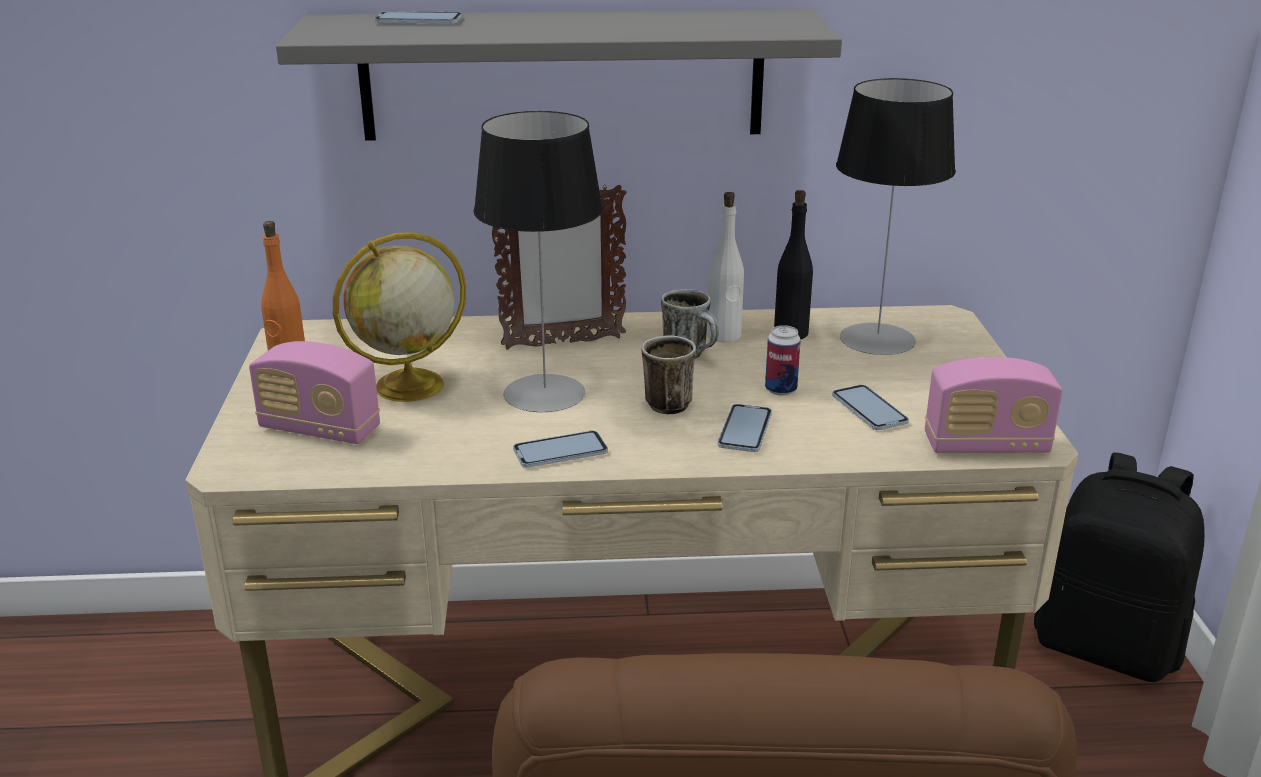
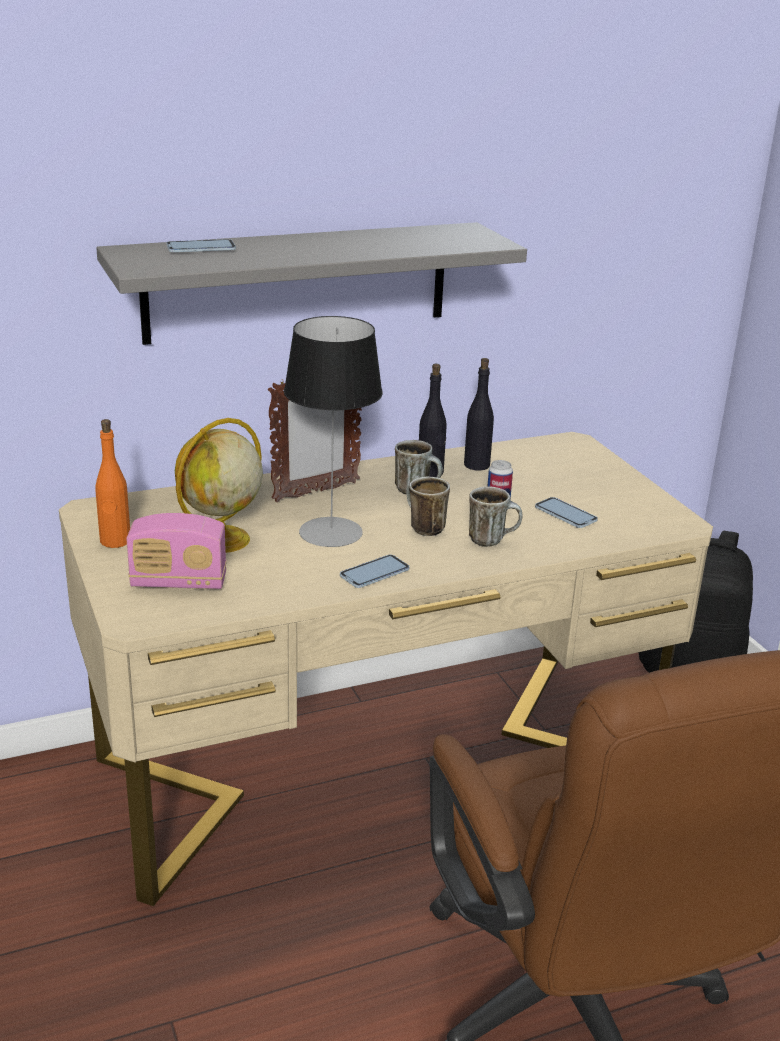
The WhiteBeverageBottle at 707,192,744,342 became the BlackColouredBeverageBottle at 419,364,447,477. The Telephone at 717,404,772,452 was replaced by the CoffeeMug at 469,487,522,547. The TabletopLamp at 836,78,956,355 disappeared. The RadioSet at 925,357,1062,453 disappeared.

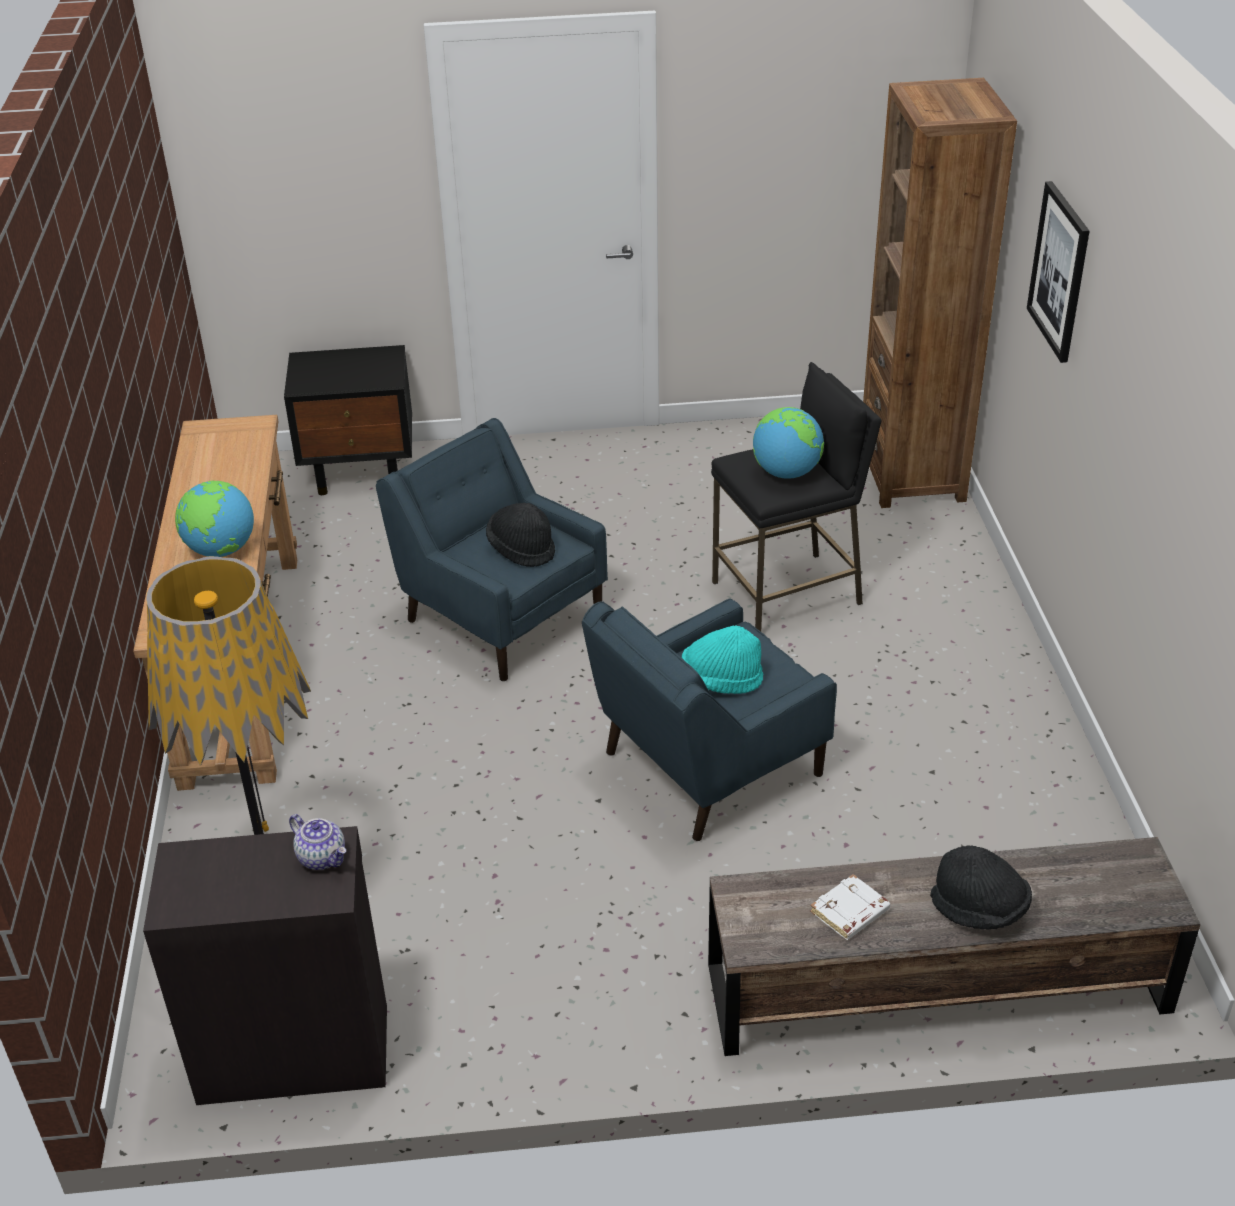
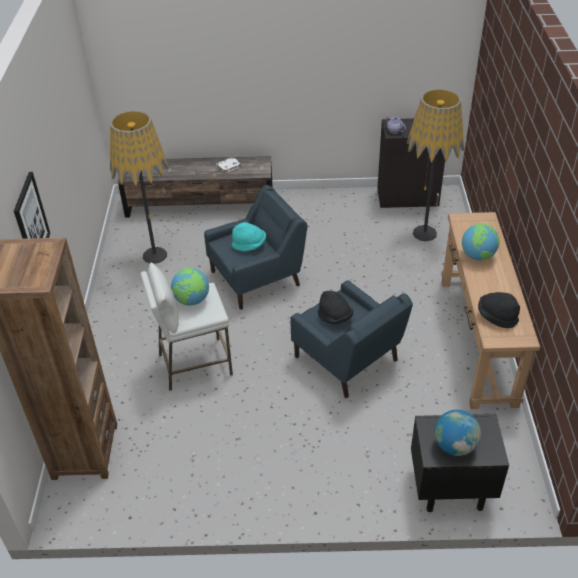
The FloorLamp at 110,111,169,264 appeared. The BlackColouredSittingStool at 711,362,881,631 became the WhiteSittingStool at 141,263,233,391. The WorldGlobe at 434,410,481,456 appeared. The BlackColouredClothingHat moved from 930,845,1032,930 to 478,292,520,328.

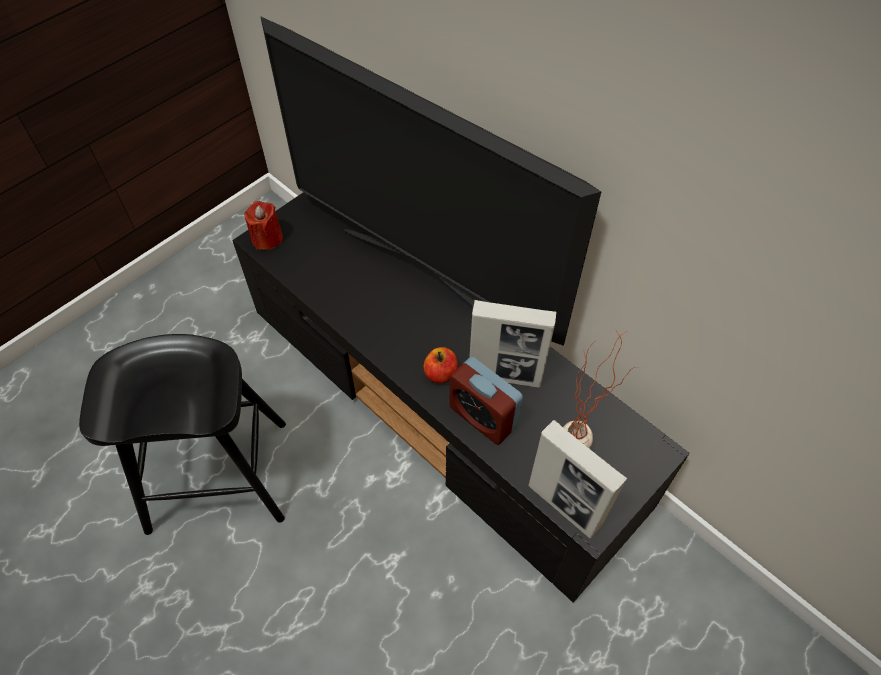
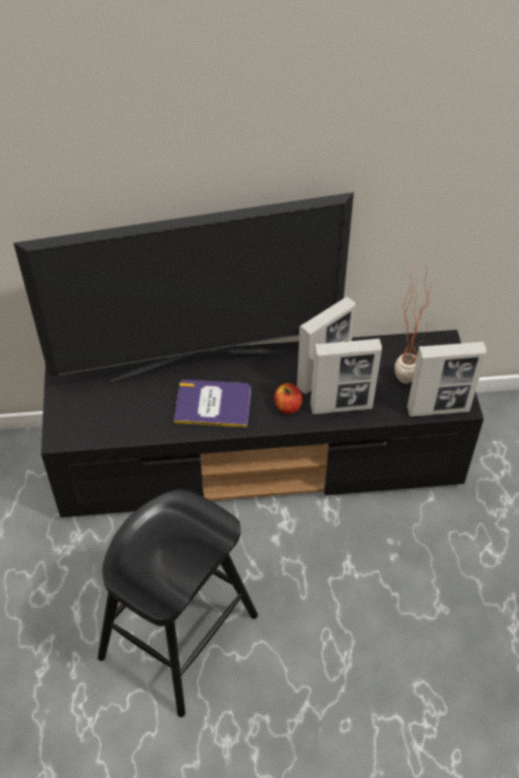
The Book at 174,380,251,428 appeared. The TableClock at 449,357,523,445 was replaced by the PhotoFrame at 310,339,382,414. The RedColouredWaxLight at 244,201,283,250 disappeared.

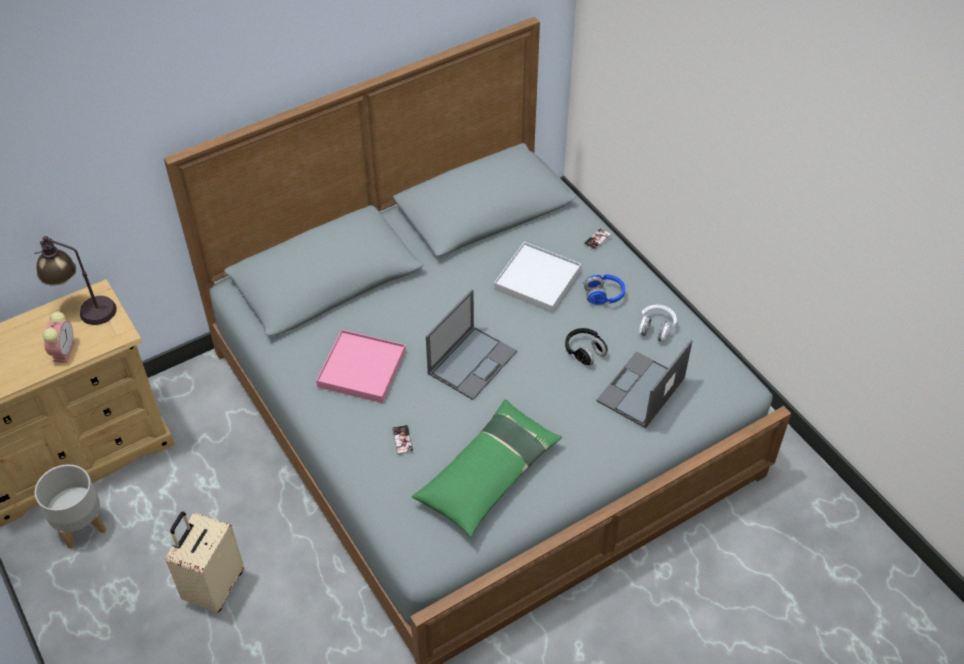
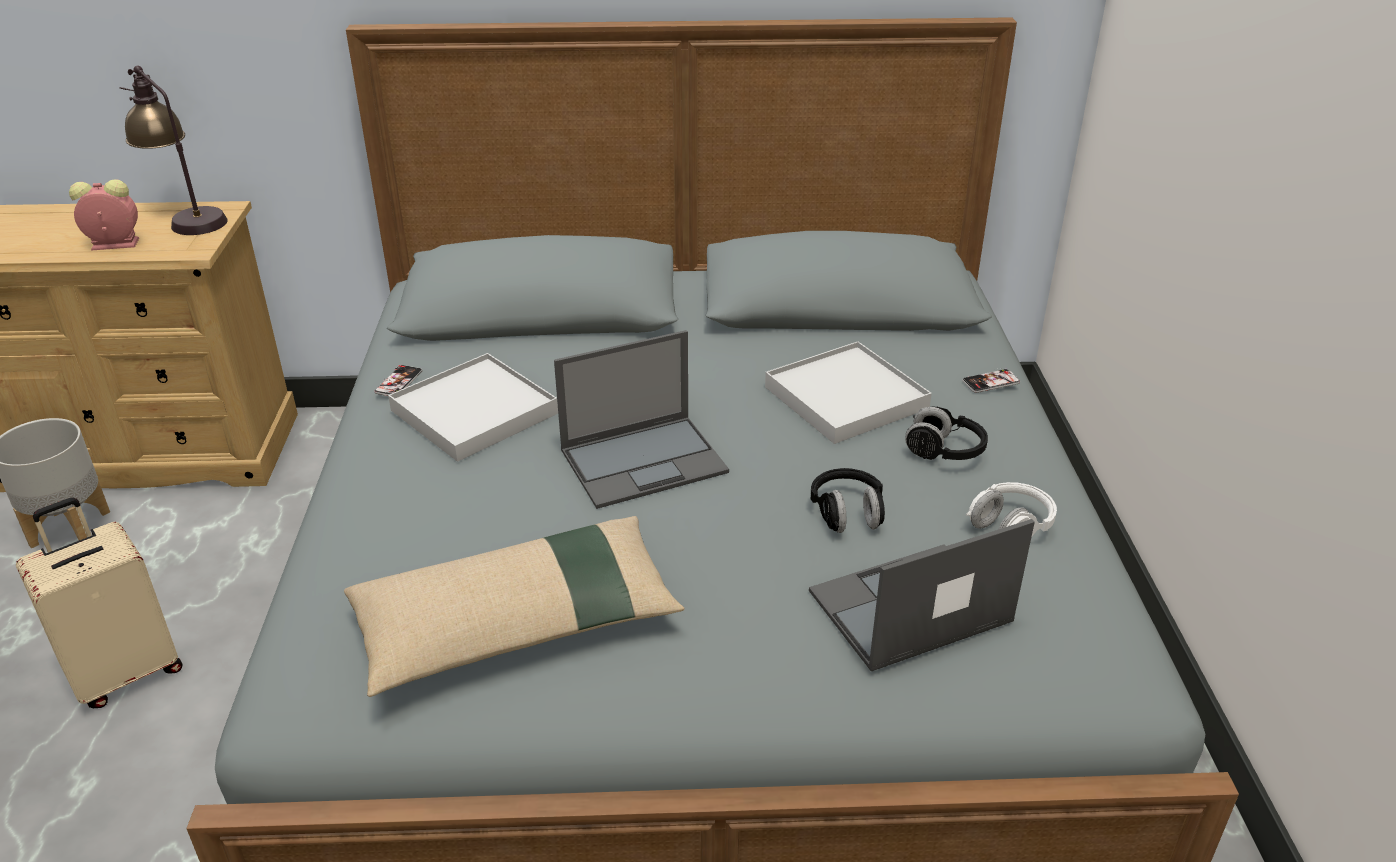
The TableClock at 43,311,75,363 turned 135 degrees counterclockwise. The GreenishPillow at 412,399,562,538 became the SandColouredPillow at 344,516,684,697. The Telephone moved from 392,425,414,455 to 374,365,423,396. The PinkColouredTray at 316,330,406,403 became the WhiteTray at 388,353,558,462. The BluePairOfHeadphones at 582,274,625,305 became the BlackColouredPairOfHeadphones at 905,406,988,460.

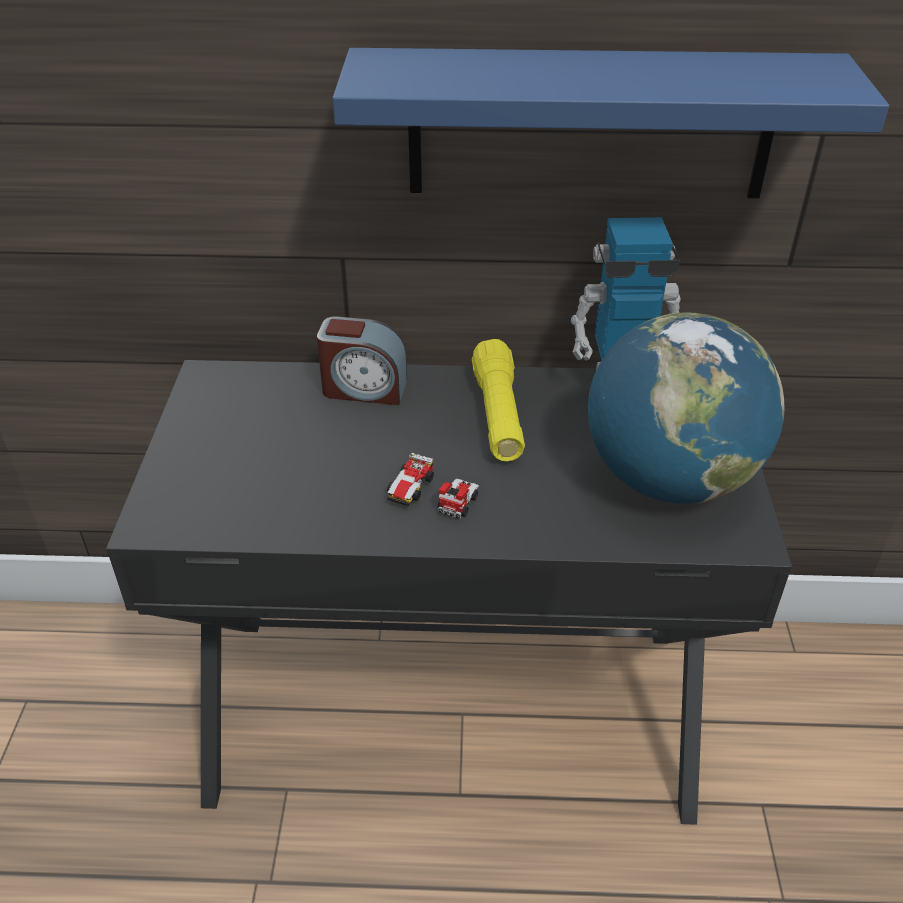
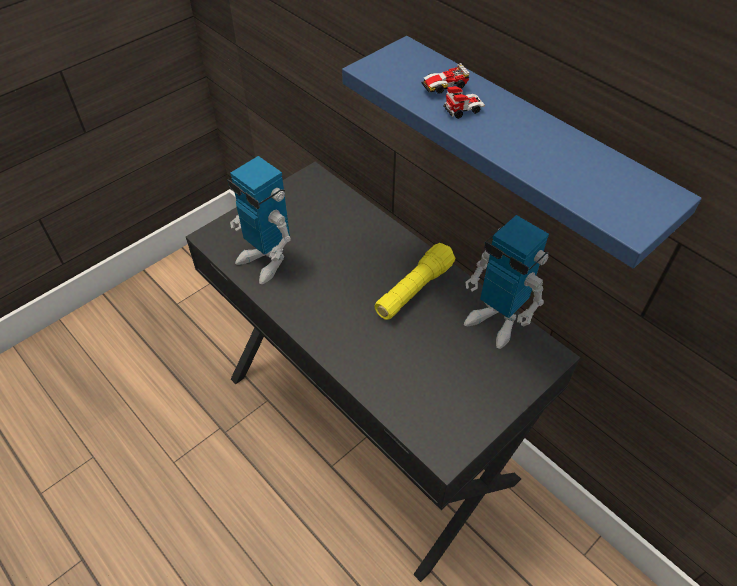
The RobotFigure at 227,156,291,284 appeared. The MiniatureCar moved from 387,453,479,519 to 422,63,485,119. The TableClock at 317,316,407,405 disappeared. The WorldGlobe at 588,312,784,504 disappeared.

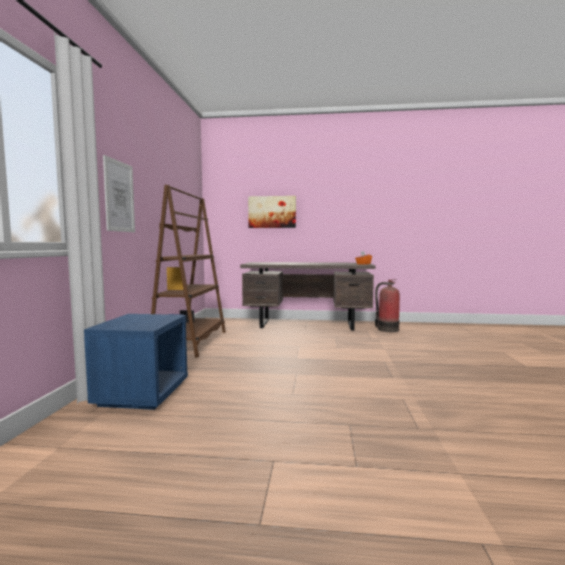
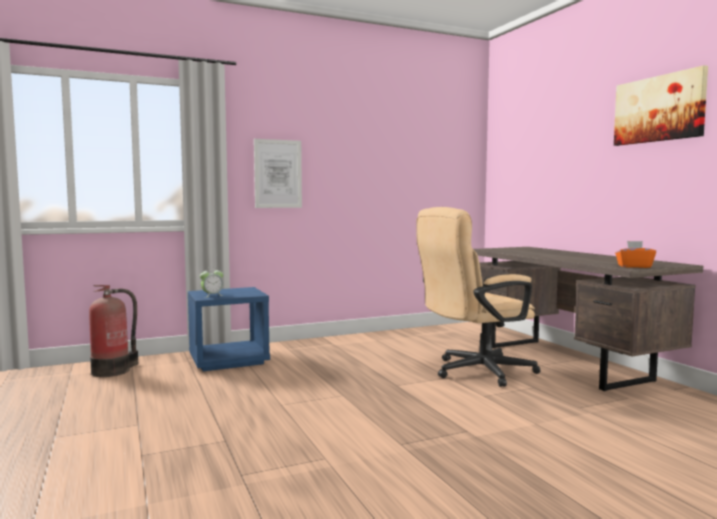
The Extinguisher moved from 375,279,400,332 to 89,285,138,377. The TableClock at 200,267,224,298 appeared. The SandColouredOfficeChair at 416,207,541,387 appeared. The WallPicture moved from 248,196,296,228 to 614,65,708,146. The BrownColouredShelvingUnit at 151,185,226,357 disappeared.

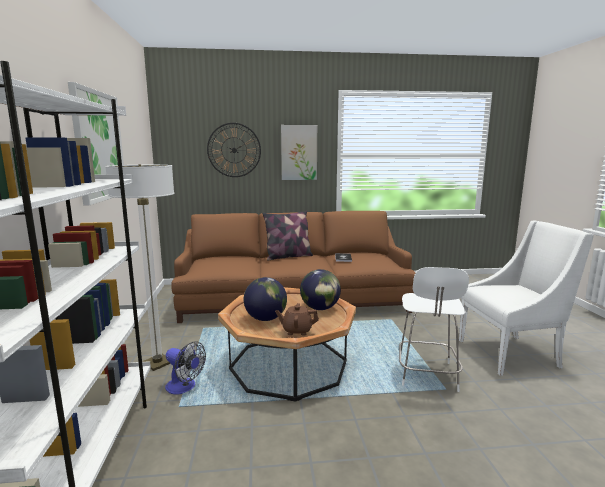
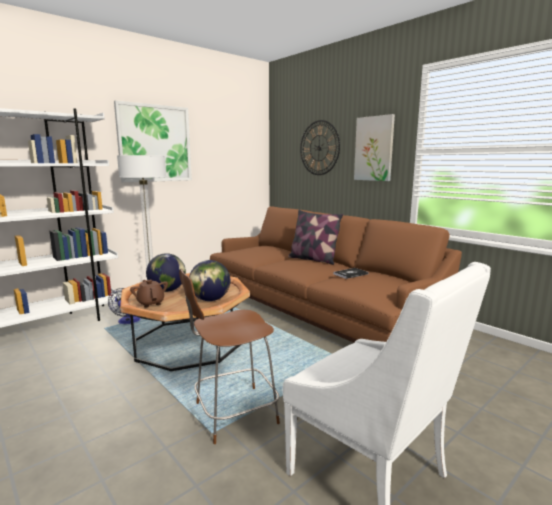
The WhiteSittingStool at 399,267,469,392 became the BrownColouredSittingStool at 179,269,280,444.

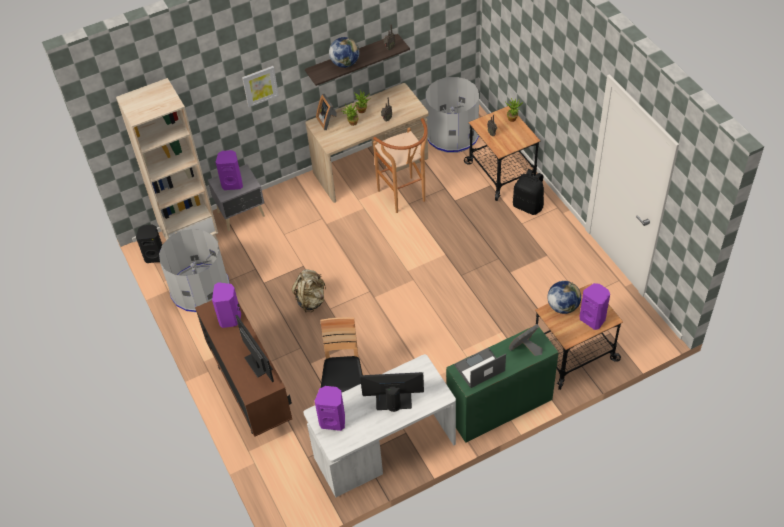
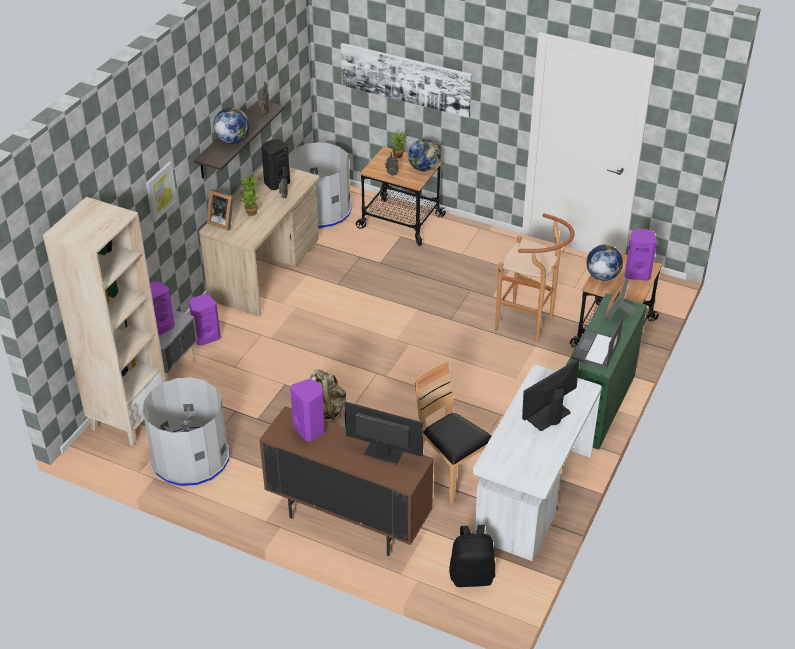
The PurpleColouredLoudspeaker moved from 315,386,345,431 to 189,295,221,346. The BlackColouredLoudspeaker moved from 136,225,162,263 to 261,139,290,190. The WallPicture at 341,43,472,118 appeared. The WorldGlobe at 408,139,441,171 appeared. The BlackColouredKnapsack moved from 513,169,544,215 to 449,525,495,587. The BrownColouredSittingStool moved from 373,118,428,213 to 495,213,575,342.

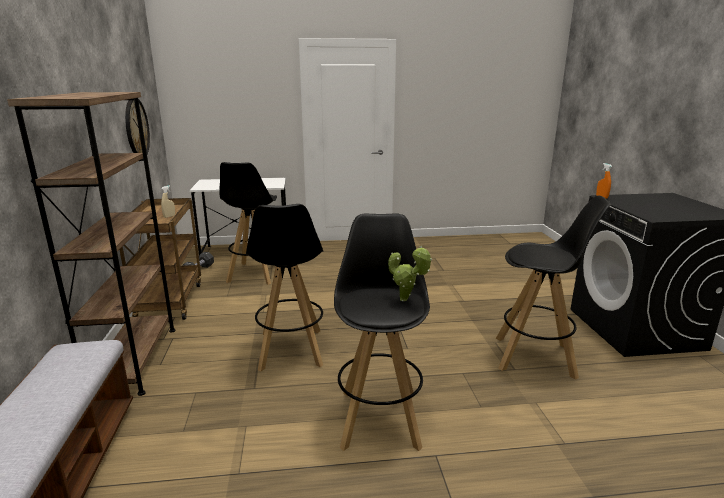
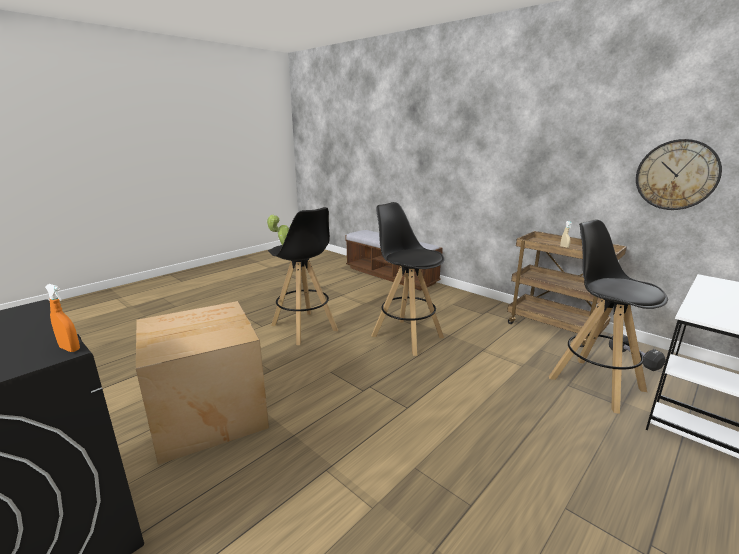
The BlackColouredSittingStool at 496,196,612,379 was replaced by the Carton at 136,301,269,465. The BrownColouredShelvingUnit at 7,92,176,396 disappeared.

